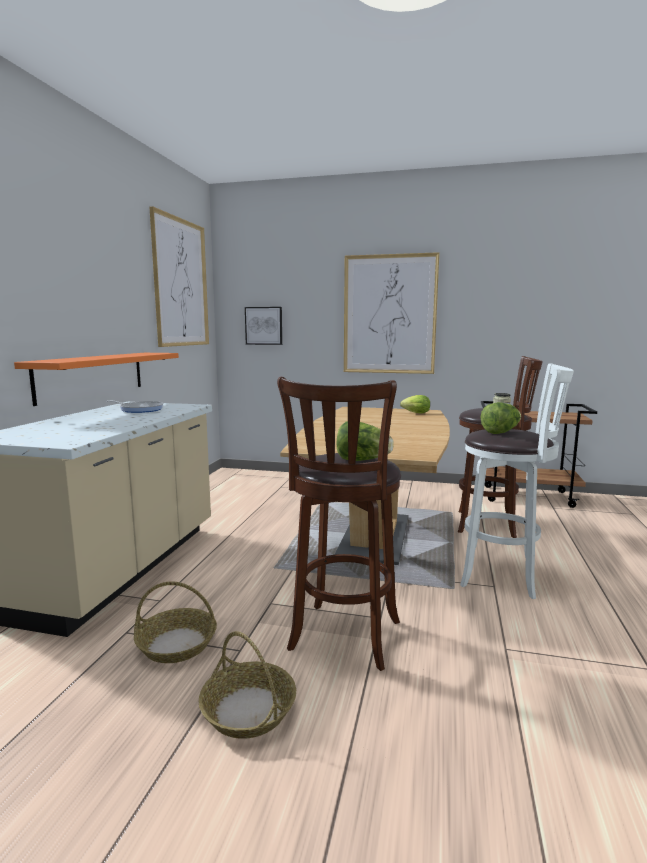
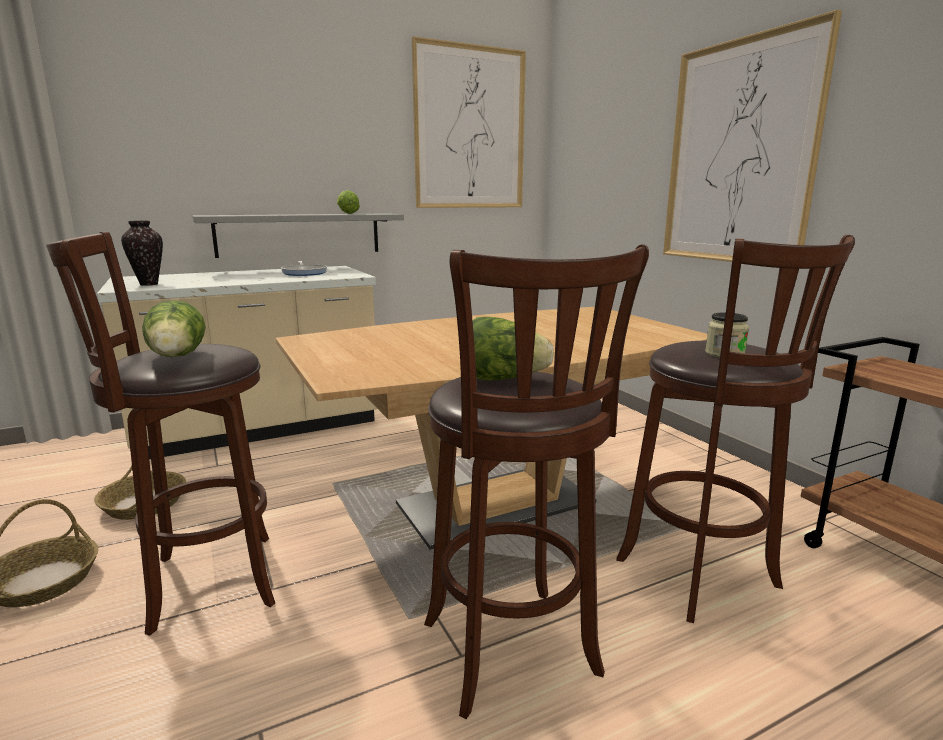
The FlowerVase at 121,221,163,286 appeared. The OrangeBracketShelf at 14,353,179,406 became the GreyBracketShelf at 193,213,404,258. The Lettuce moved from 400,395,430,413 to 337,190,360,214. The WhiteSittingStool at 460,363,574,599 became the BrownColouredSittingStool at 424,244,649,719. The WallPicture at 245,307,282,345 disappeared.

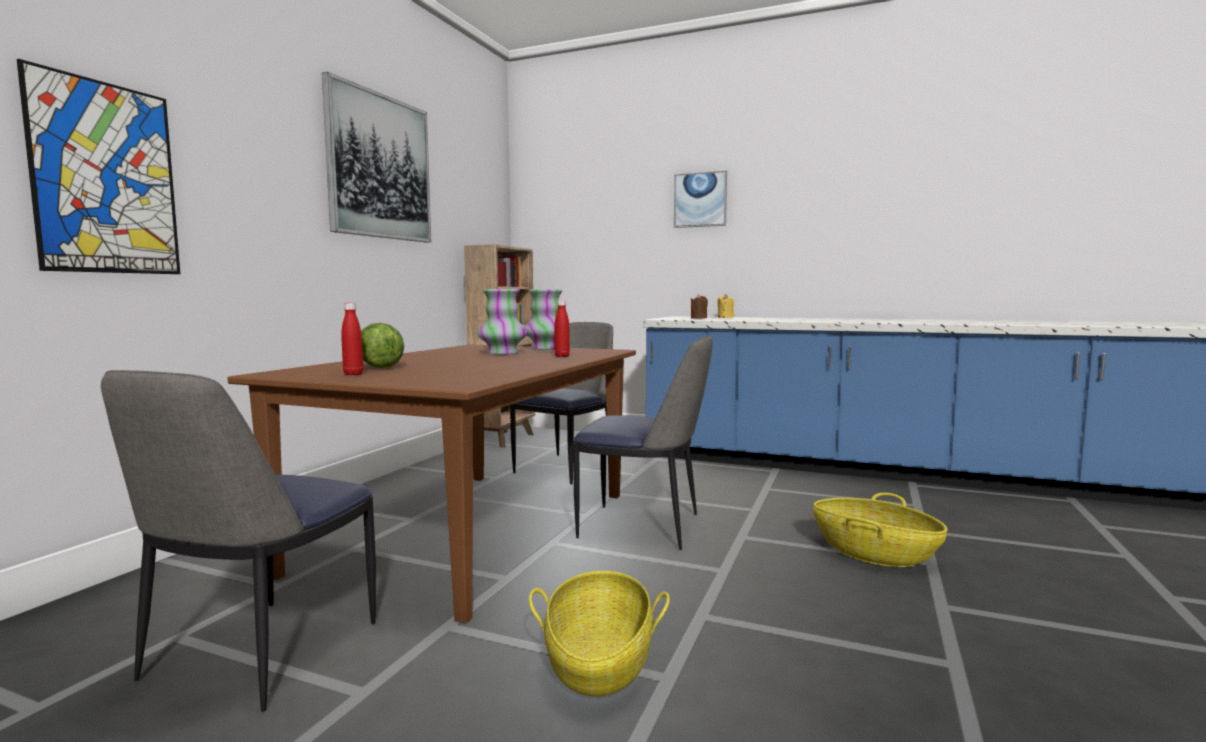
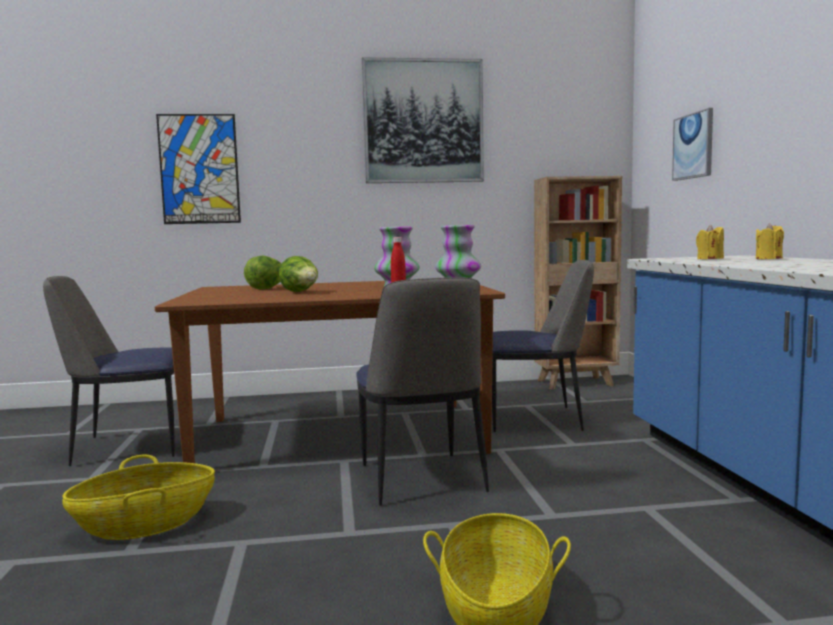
The Lettuce at 279,256,318,292 appeared. The WallPicture moved from 674,171,727,228 to 672,108,713,181. The BrownColouredWaxLight at 691,294,708,319 became the YellowColouredWaxLight at 696,225,724,259. The RedColouredBeverageBottle at 341,303,363,375 disappeared.

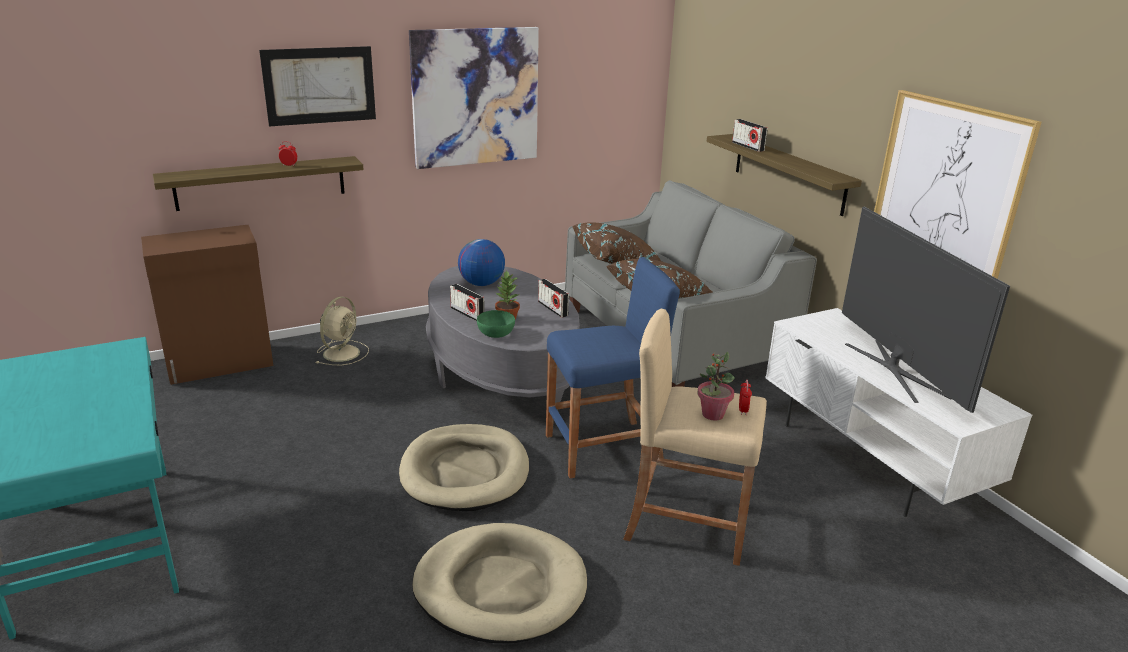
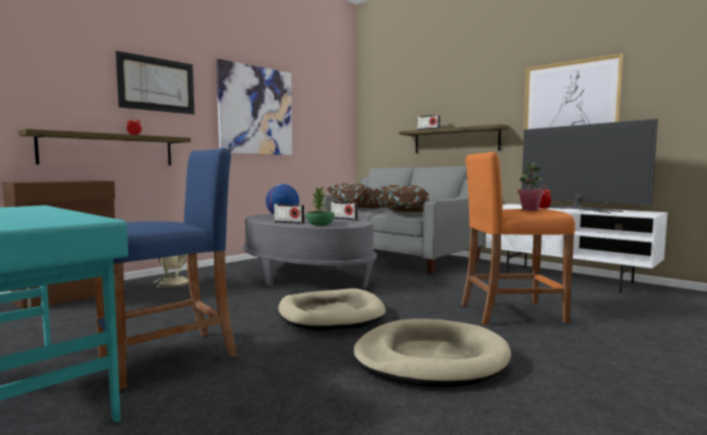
The BlueSittingStool moved from 546,257,680,479 to 94,148,237,390. The SandColouredSittingStool at 623,308,767,566 became the OrangeSittingStool at 461,152,575,325.

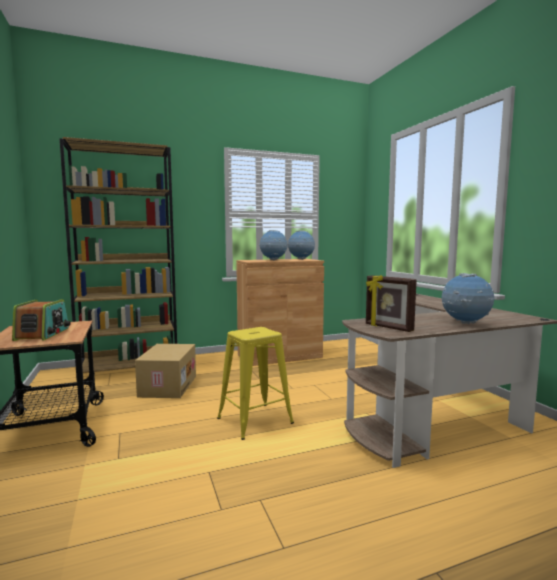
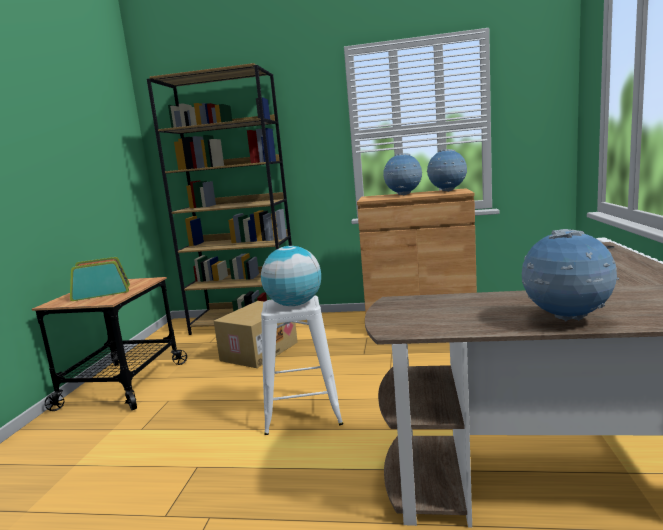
The RadioSet at 12,299,71,341 turned 135 degrees counterclockwise. The WorldGlobe at 261,246,321,306 appeared. The YellowColouredSittingStool at 217,327,294,440 became the WhiteSittingStool at 261,295,343,435. The PhotoFrame at 366,275,417,332 disappeared.

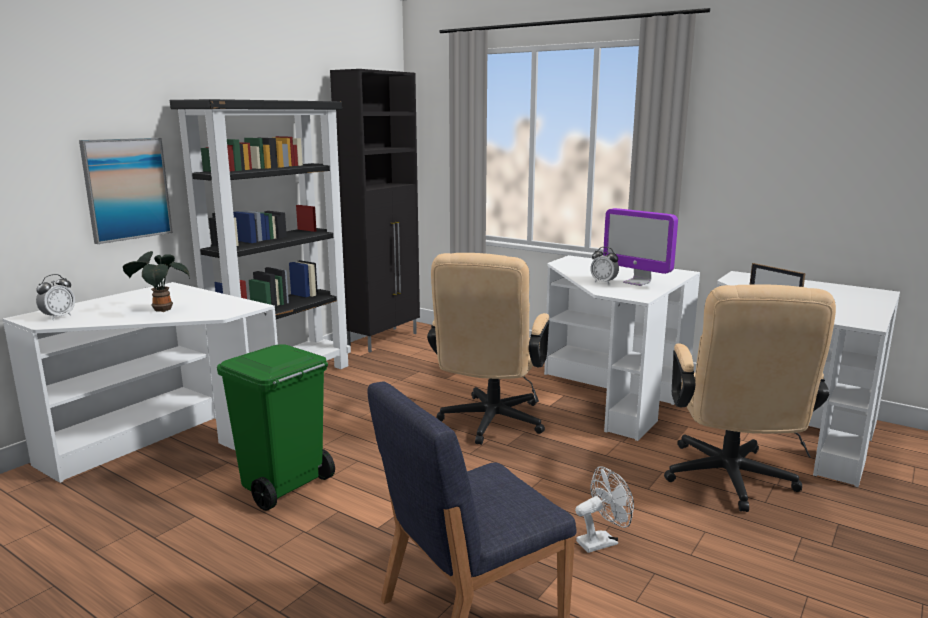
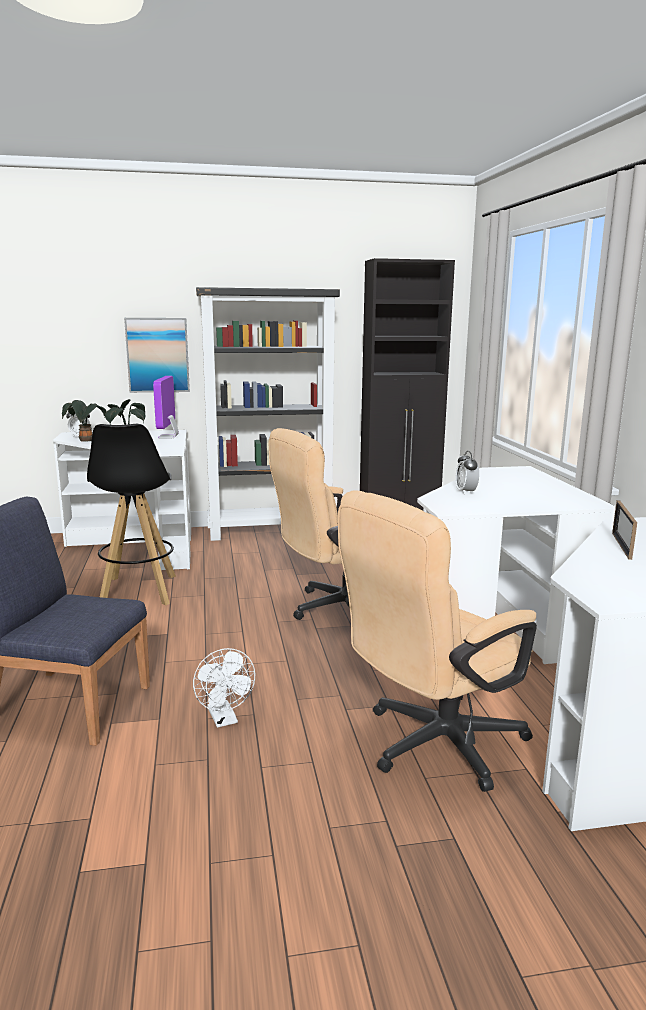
The PottedPlant at 62,400,107,442 appeared. The GreenishRubbishBin at 217,344,335,511 was replaced by the BlackColouredSittingStool at 87,424,176,605. The ComputerScreen moved from 603,208,678,286 to 153,376,179,438. The WhiteElectricFan at 575,466,634,553 turned 45 degrees clockwise.

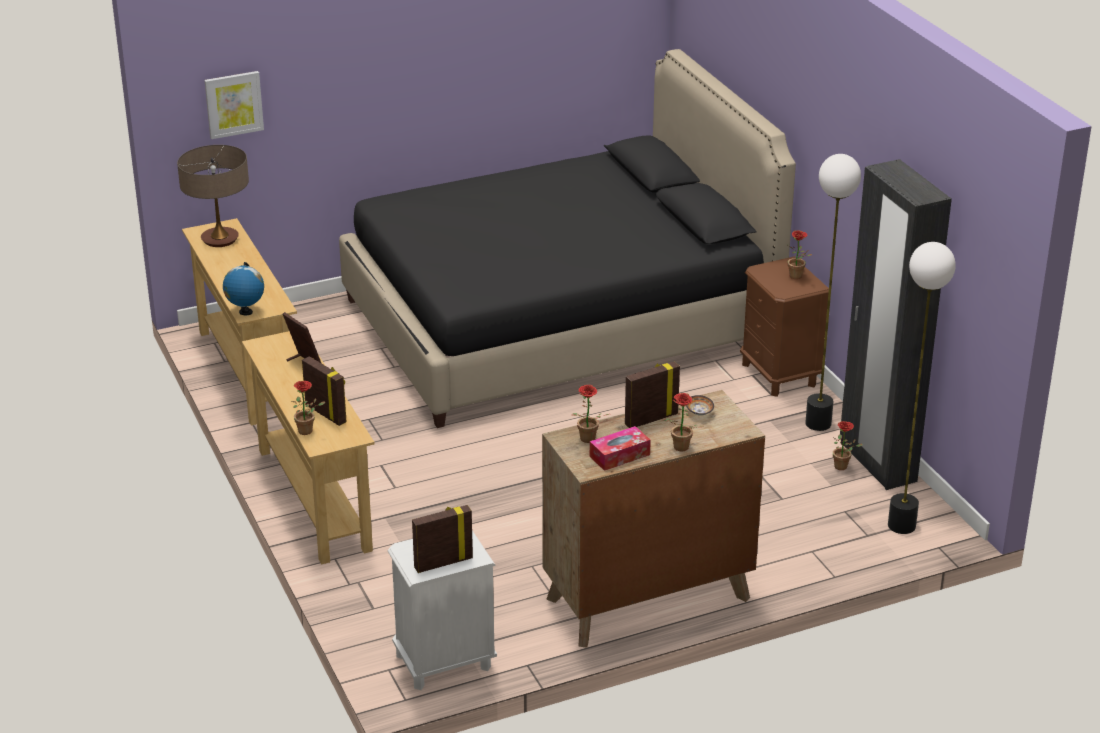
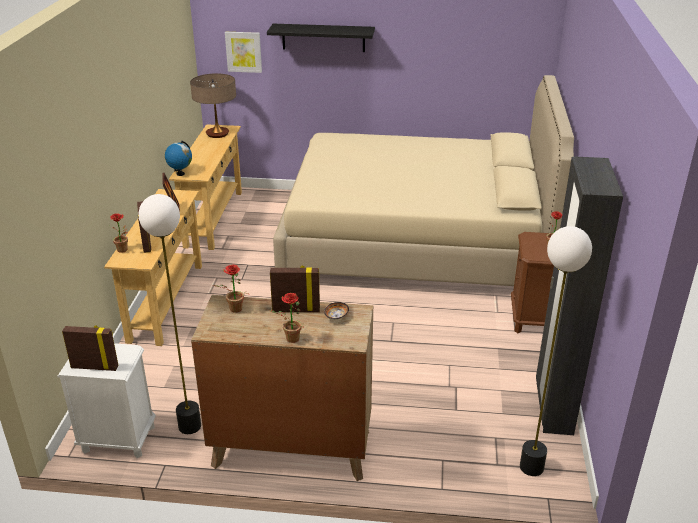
The FloorLamp moved from 805,154,861,431 to 138,194,201,434. The BlackColouredBracketShelf at 267,24,375,52 appeared. The BlackColouredBedroomBed at 339,49,796,428 became the SandColouredBedroomBed at 273,75,574,286. The TissueHolder at 590,426,651,471 disappeared. The PottedPlant at 833,421,863,470 disappeared.

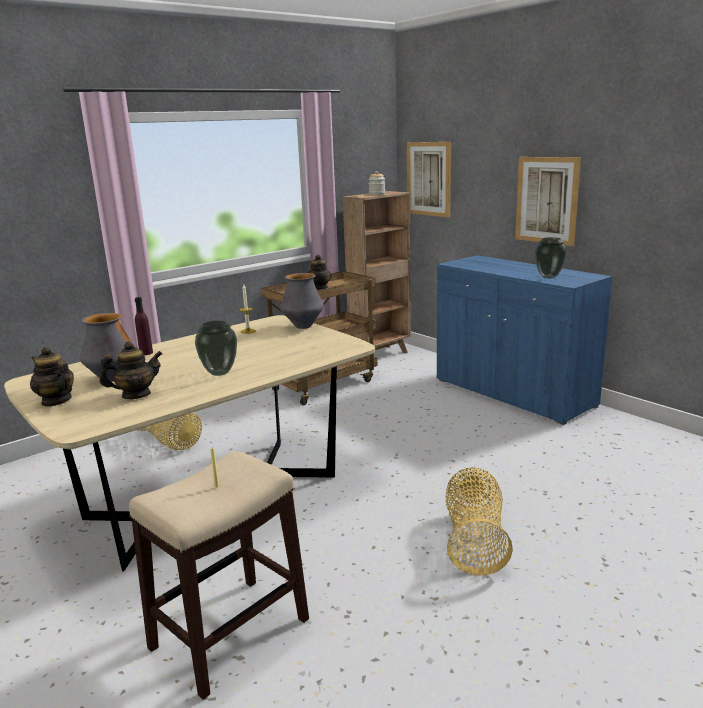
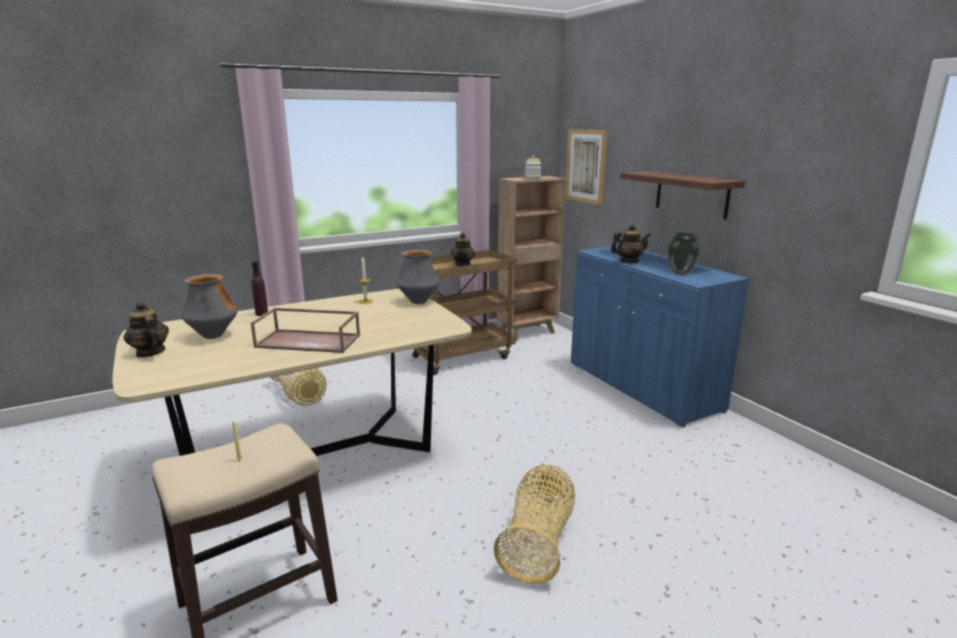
The FlowerVase at 195,321,237,376 was replaced by the BrownColouredTray at 251,308,360,353. The PotForTea moved from 100,341,162,399 to 611,224,651,263. The WallPicture at 515,157,581,246 was replaced by the BracketShelf at 620,171,745,219.

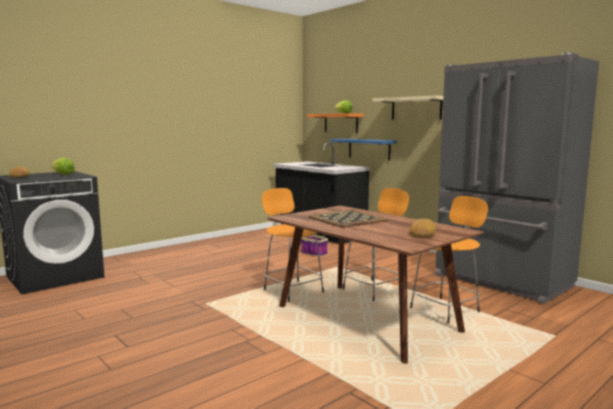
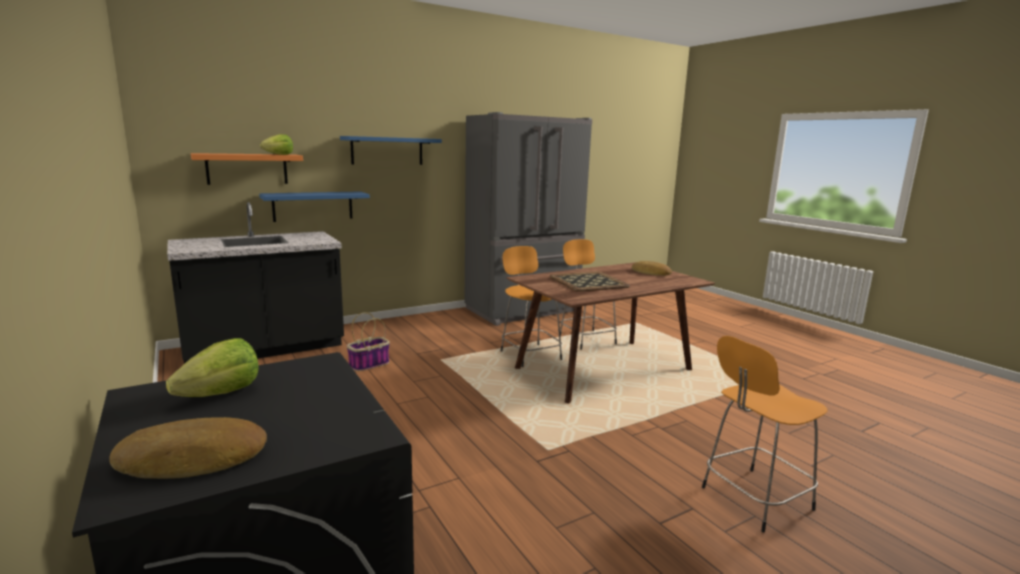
The SandColouredBracketShelf at 372,96,443,120 became the BlueBracketShelf at 340,136,442,165. The OrangeSittingStool moved from 261,188,324,302 to 702,336,827,532.

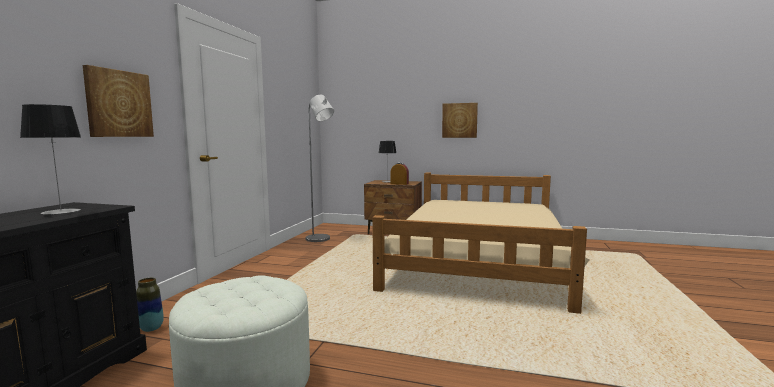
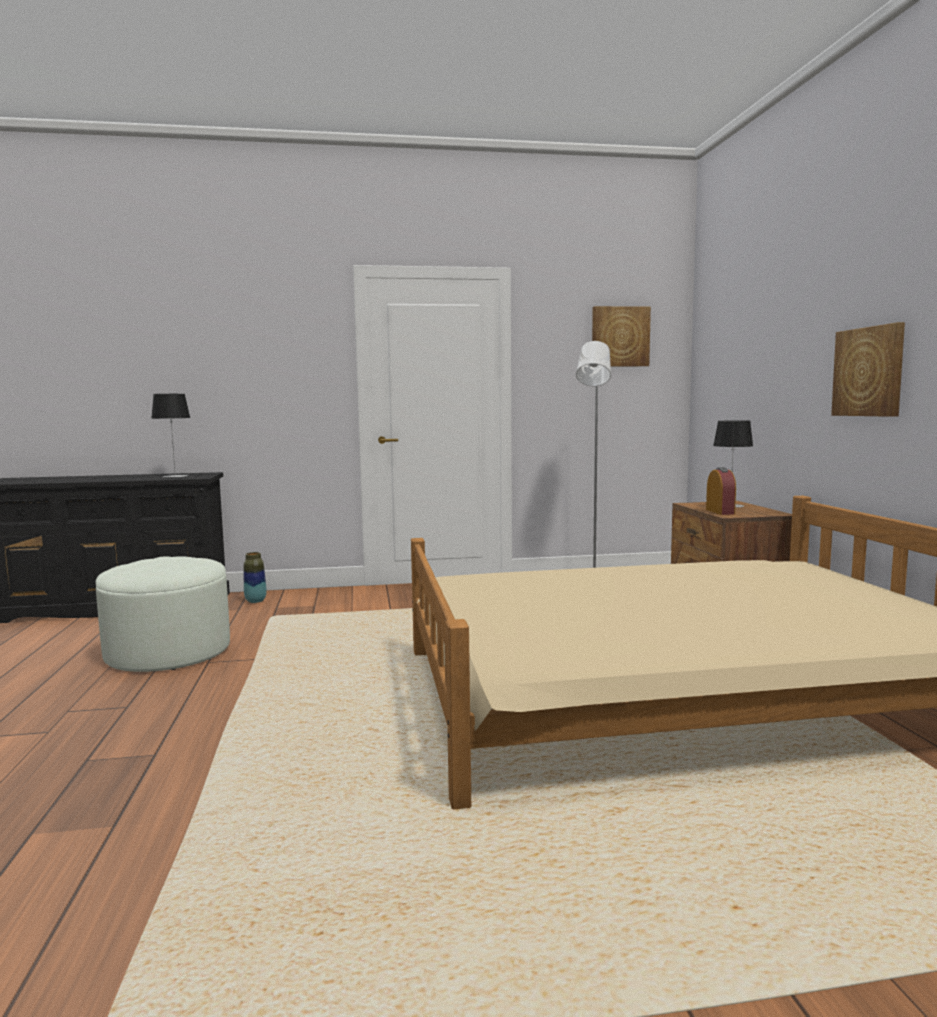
The WallPicture moved from 83,65,154,137 to 592,306,651,367.

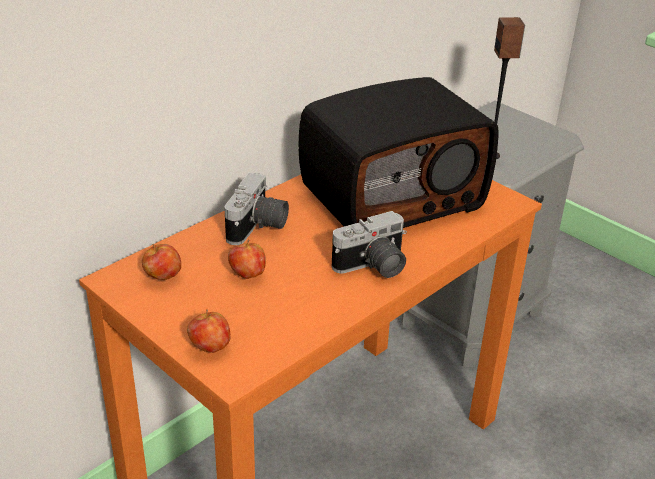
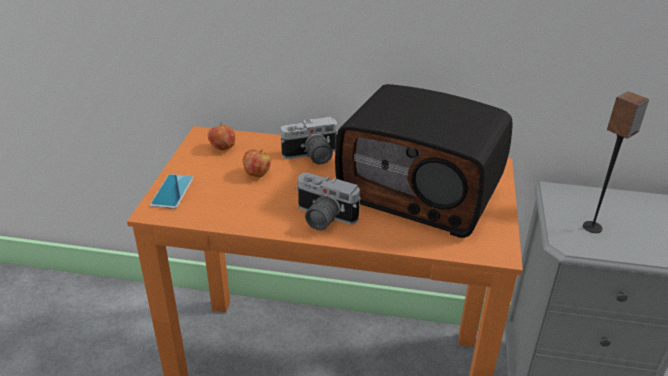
The Apple at 187,309,230,353 was replaced by the Telephone at 150,174,193,209.

